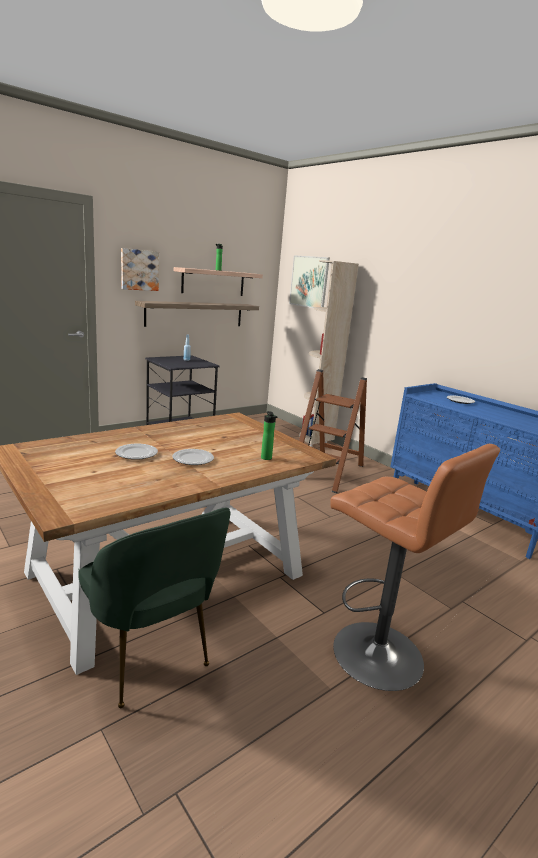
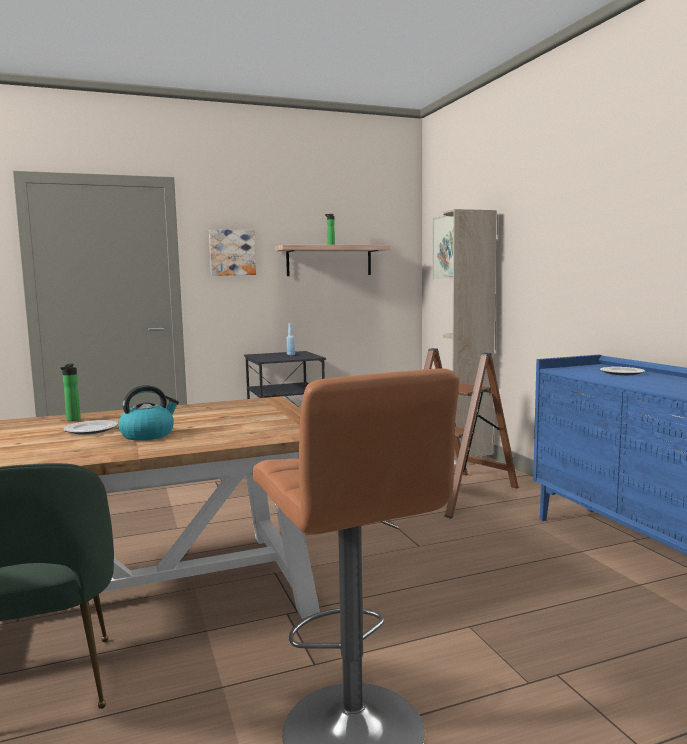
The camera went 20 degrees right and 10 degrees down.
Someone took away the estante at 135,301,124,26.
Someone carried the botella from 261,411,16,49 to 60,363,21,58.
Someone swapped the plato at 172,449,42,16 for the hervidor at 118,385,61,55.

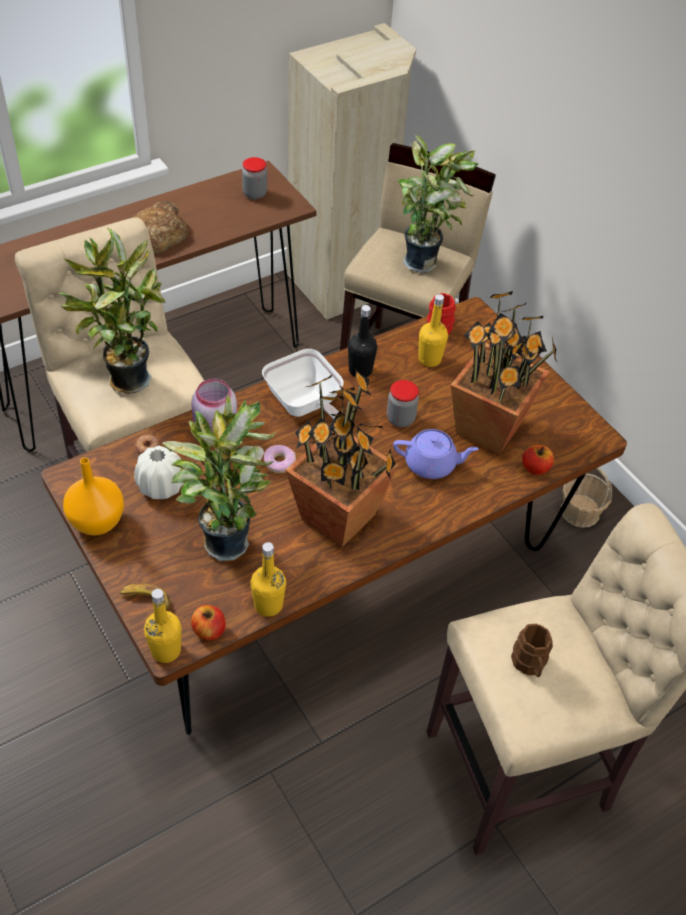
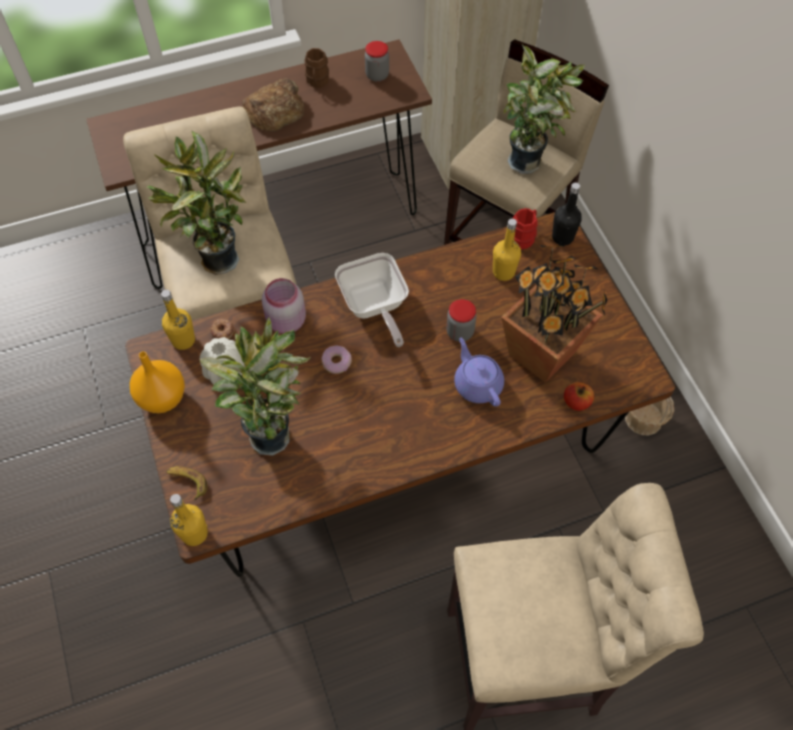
The camera went 15 degrees right and 10 degrees up.
Someone took away the manzana at 191,605,35,35.
Someone took away the planta en maceta at 285,368,113,179.
Someone carried the botella/amarillo from 250,542,36,75 to 161,290,34,60.
Someone carried the botella/negro from 348,305,29,72 to 552,182,30,63.
Someone carried the taza grande/marrón from 511,624,42,53 to 305,48,24,40.
Someone rotated the tetera/morado at 393,429,86,50 by 135 degrees counterclockwise.

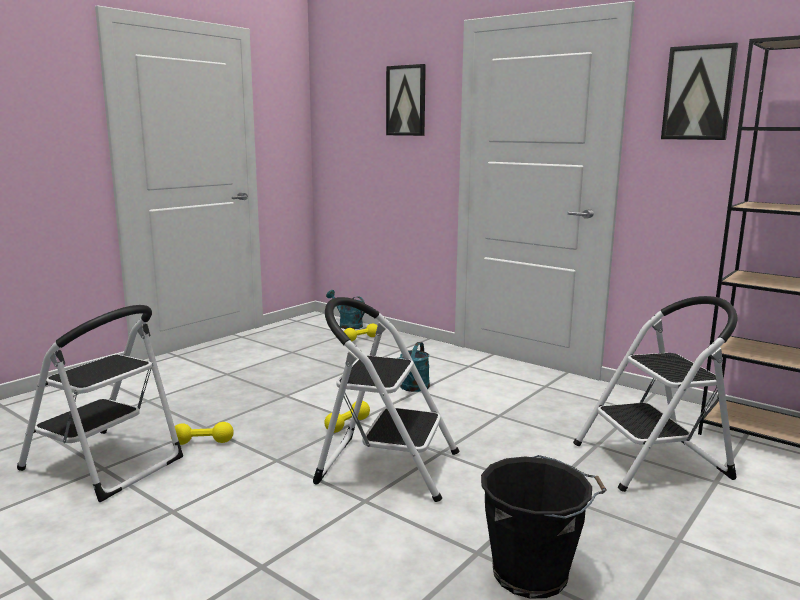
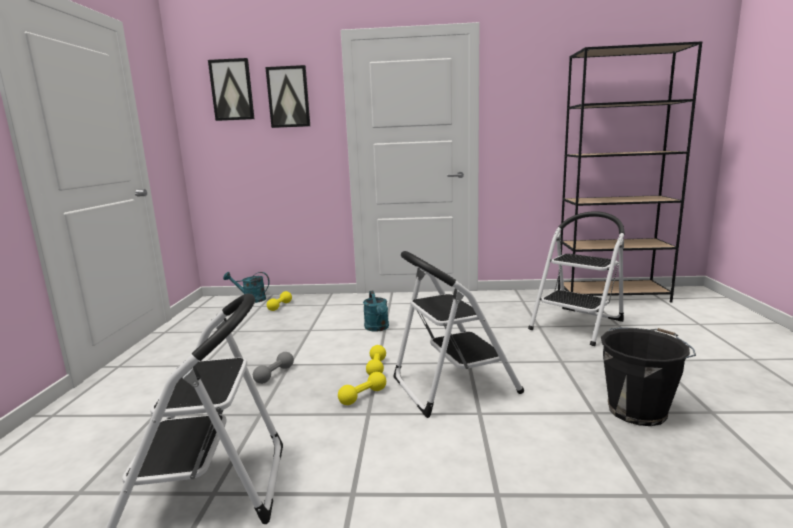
The camera went 35 degrees left and 0 degrees up.
Someone put down the mancuerna/gris at 253,352,41,32.
Someone carried the mancuerna/amarillo from 171,422,63,23 to 338,372,48,33.
Someone carried the cuadro from 661,43,77,97 to 208,58,46,63.

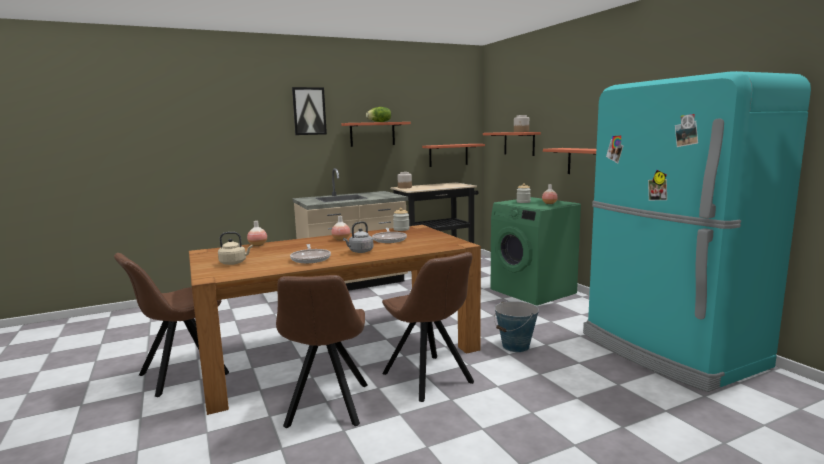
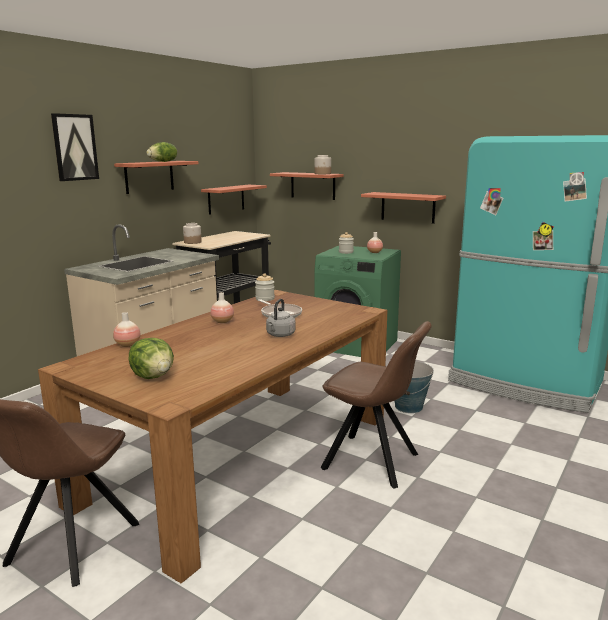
The camera went 30 degrees left and 5 degrees up.
Someone took away the silla/marrón at 276,275,92,153.
Someone took away the sartén at 290,244,41,19.
Someone swapped the hervidor/beis at 218,232,35,33 for the lechuga at 129,338,45,41.

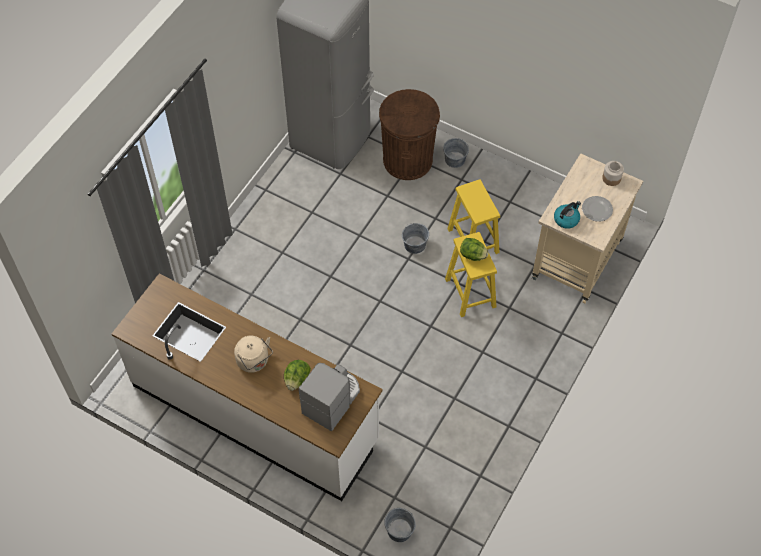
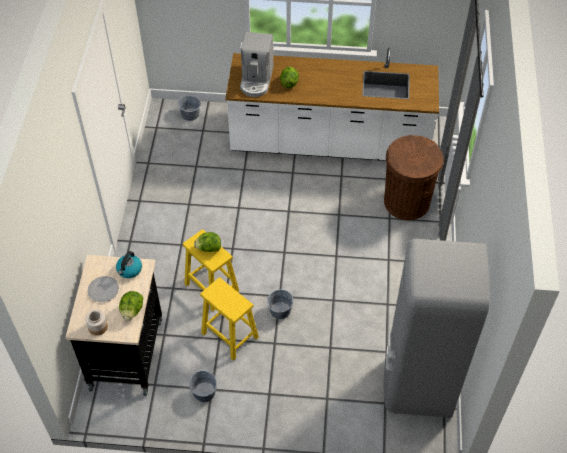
The camera went 155 degrees right and 5 degrees down.
Someone took away the hervidor/beis at 234,336,39,37.
Someone put down the lechuga at 119,291,24,30.
Someone carried the papelera/marrón from 379,89,61,91 to 384,135,60,85.
Someone carried the cubo/gris from 443,138,26,30 to 189,370,28,32.
Someone repainted the carrito/beis at 532,153,111,150, which became the carrito/negro at 65,255,98,141.

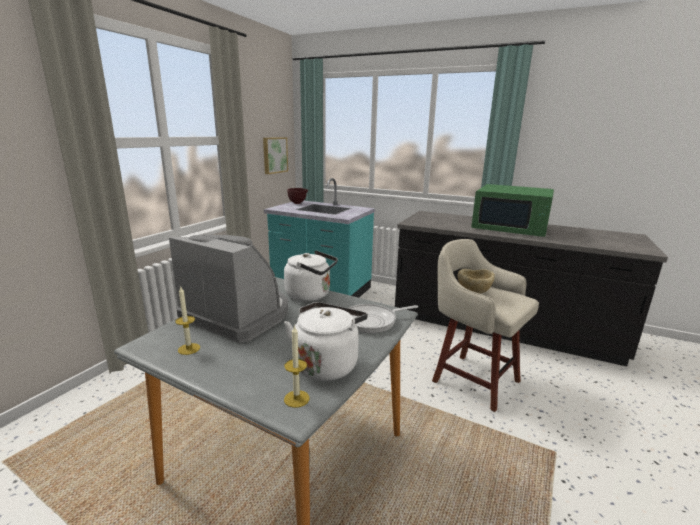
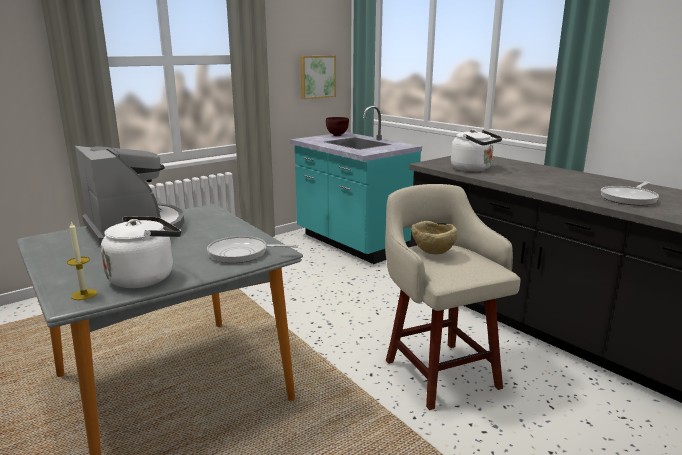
The camera went 25 degrees right and 0 degrees up.
Someone took away the vela at 175,287,25,68.
Someone took away the microondas/verde at 471,184,83,53.
Someone put down the sartén at 601,182,58,24.
Someone carried the hervidor/blanco from 284,250,54,51 to 451,129,51,43.

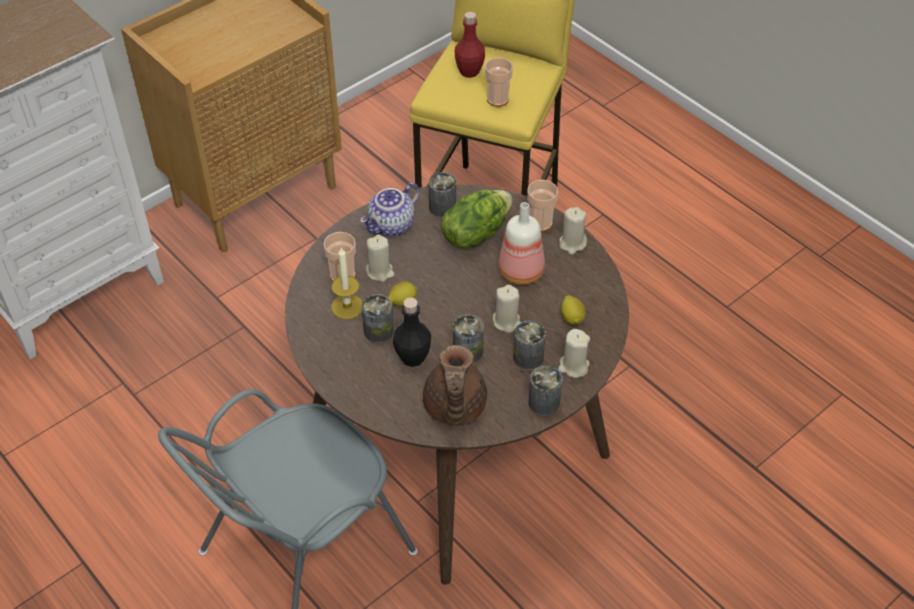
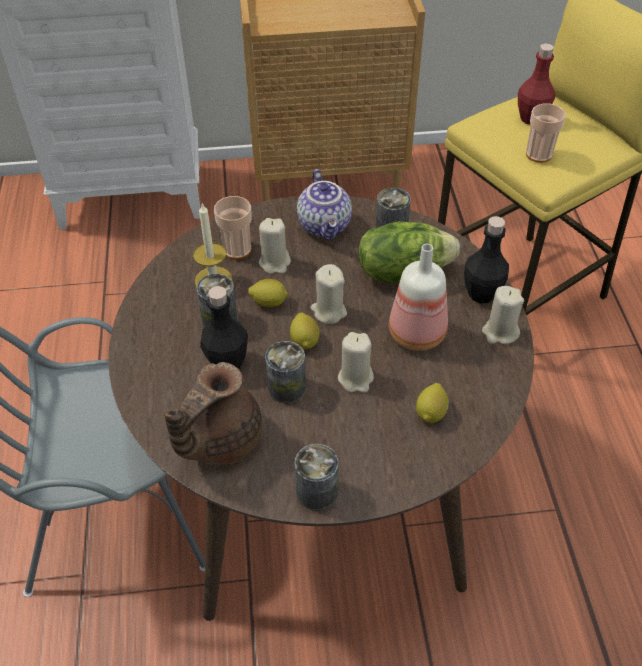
The camera went 35 degrees right and 0 degrees up.
Someone took away the lata at 513,321,33,49.
Someone put down the limón at 290,312,29,37.
Someone carried the vela/beis from 558,329,32,49 to 311,264,36,60.
Someone swapped the taza at 527,180,31,52 for the botella/negro at 464,216,45,88.
Someone rotated the tetera at 360,182,60,54 by 90 degrees counterclockwise.

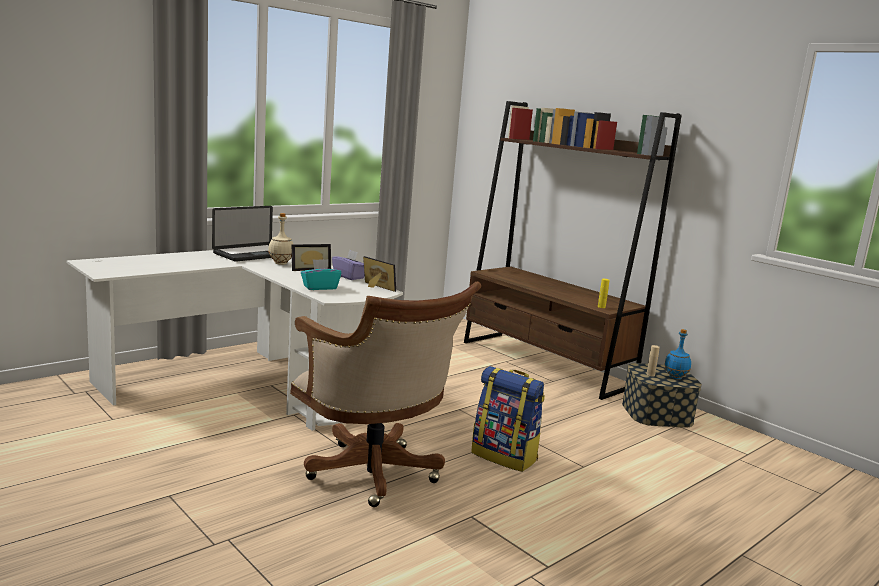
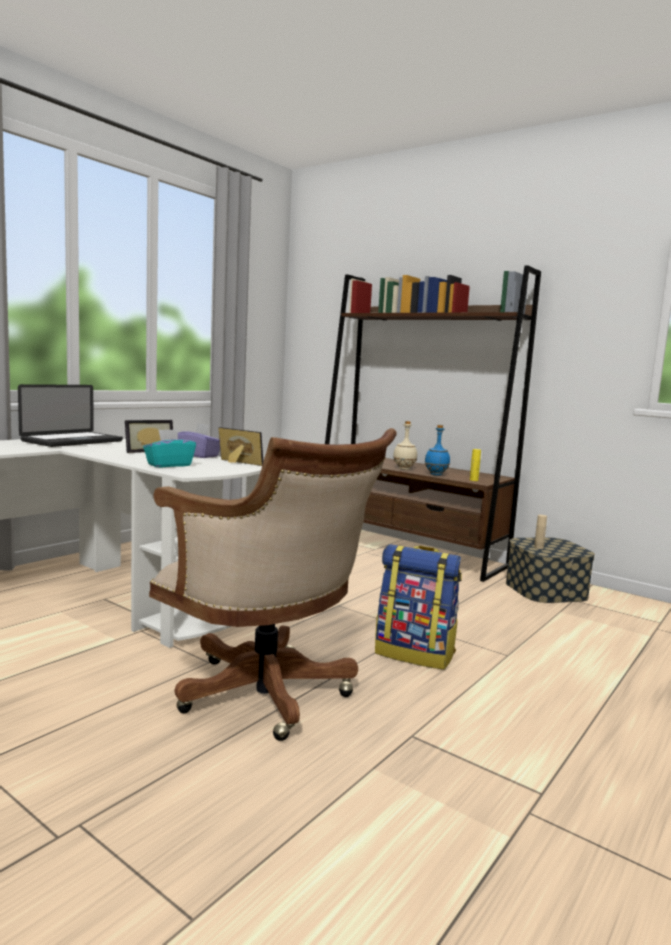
The camera went 10 degrees left and 5 degrees down.
Someone carried the botella/beis from 268,213,26,52 to 393,421,24,49.
Someone carried the botella/azul from 664,329,27,50 to 425,425,25,51.

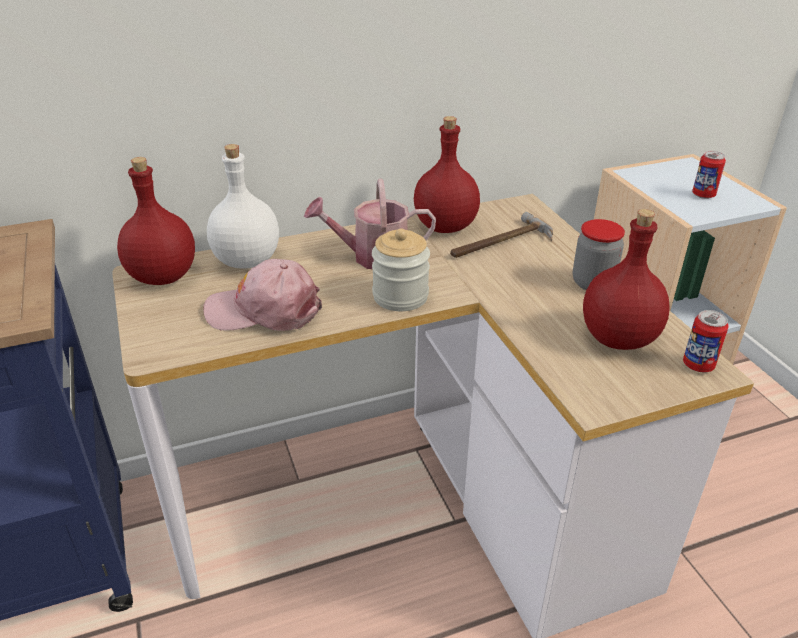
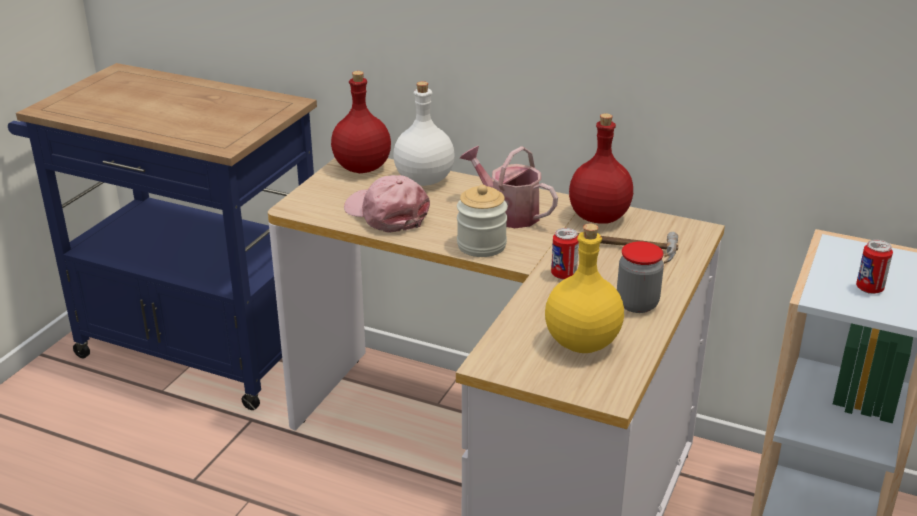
The camera went 45 degrees right and 5 degrees down.
Someone carried the lata from 683,310,46,62 to 551,228,28,51.
Someone repainted the botella/rojo at 583,209,87,141, which became the botella/amarillo at 545,224,79,129.

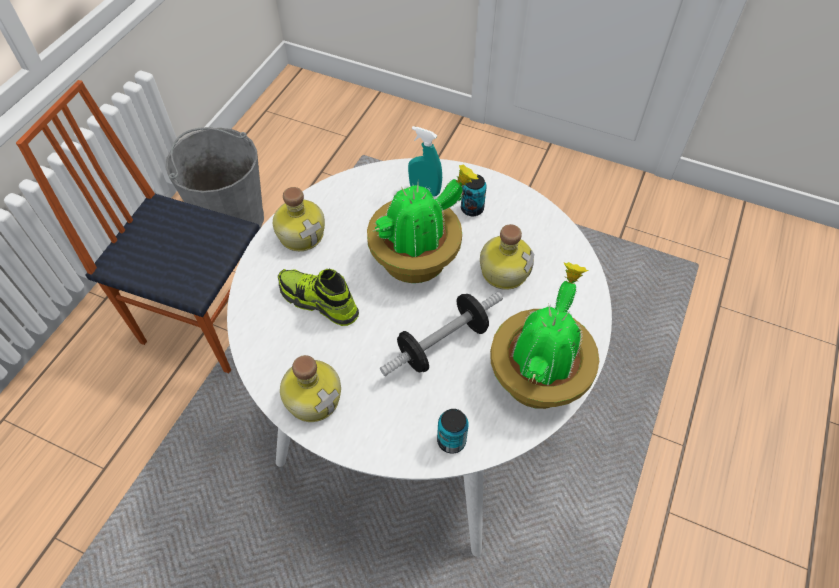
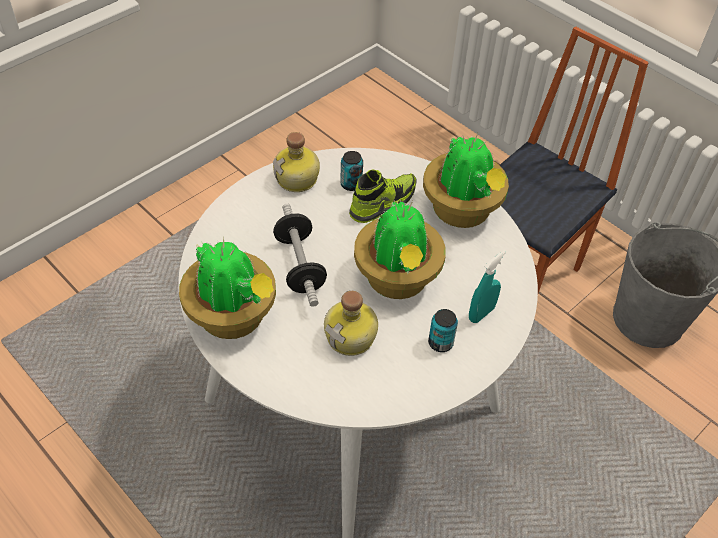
The camera went 110 degrees right and 5 degrees down.
Someone carried the lata from 437,409,32,45 to 340,151,23,40.
Someone swapped the botella at 273,187,52,64 for the planta en maceta at 423,133,86,95.

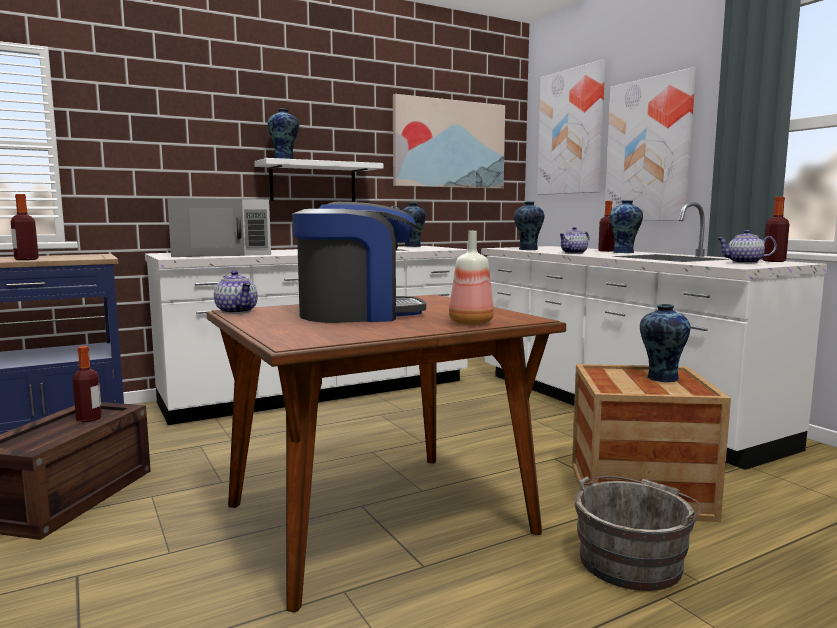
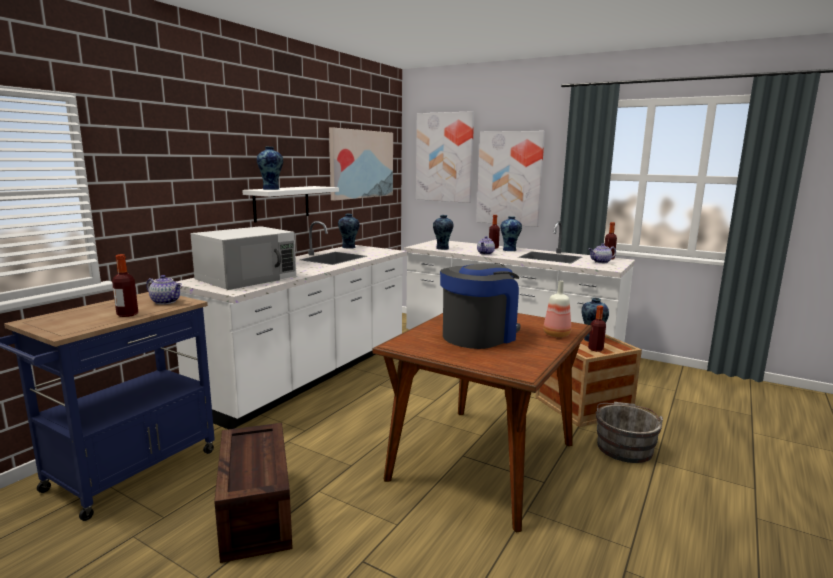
The camera went 30 degrees left and 5 degrees up.
Someone carried the botella from 73,346,29,76 to 588,305,18,47.
Someone carried the tetera from 214,270,44,44 to 146,275,36,30.

